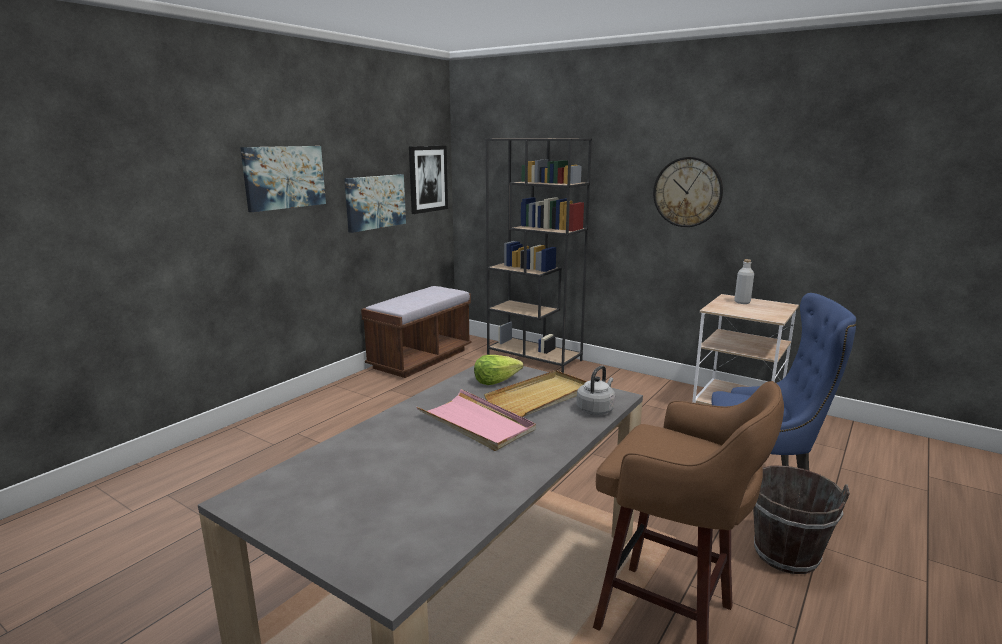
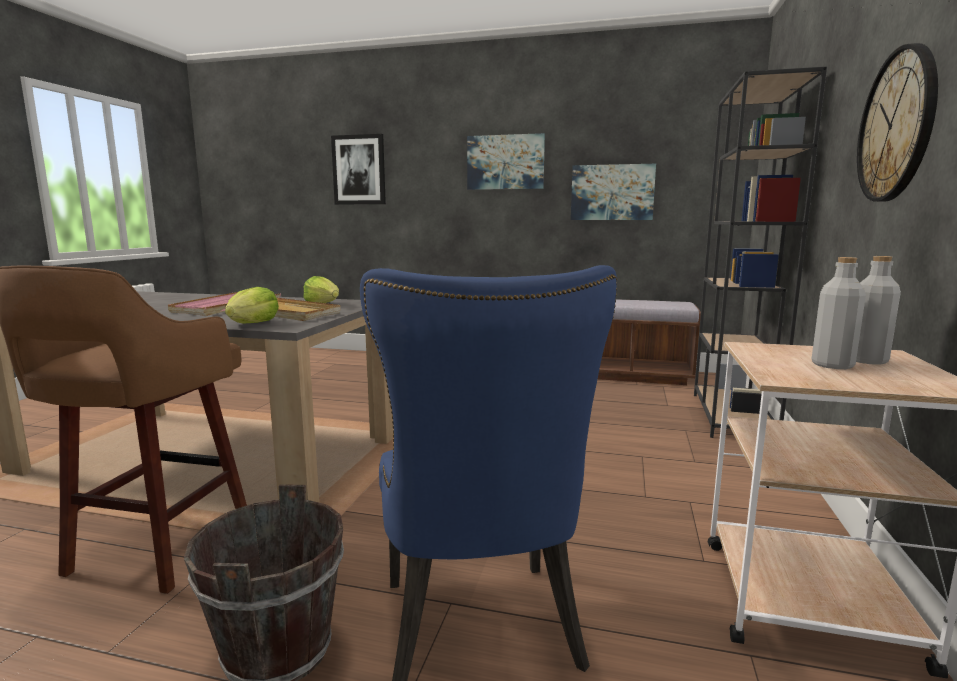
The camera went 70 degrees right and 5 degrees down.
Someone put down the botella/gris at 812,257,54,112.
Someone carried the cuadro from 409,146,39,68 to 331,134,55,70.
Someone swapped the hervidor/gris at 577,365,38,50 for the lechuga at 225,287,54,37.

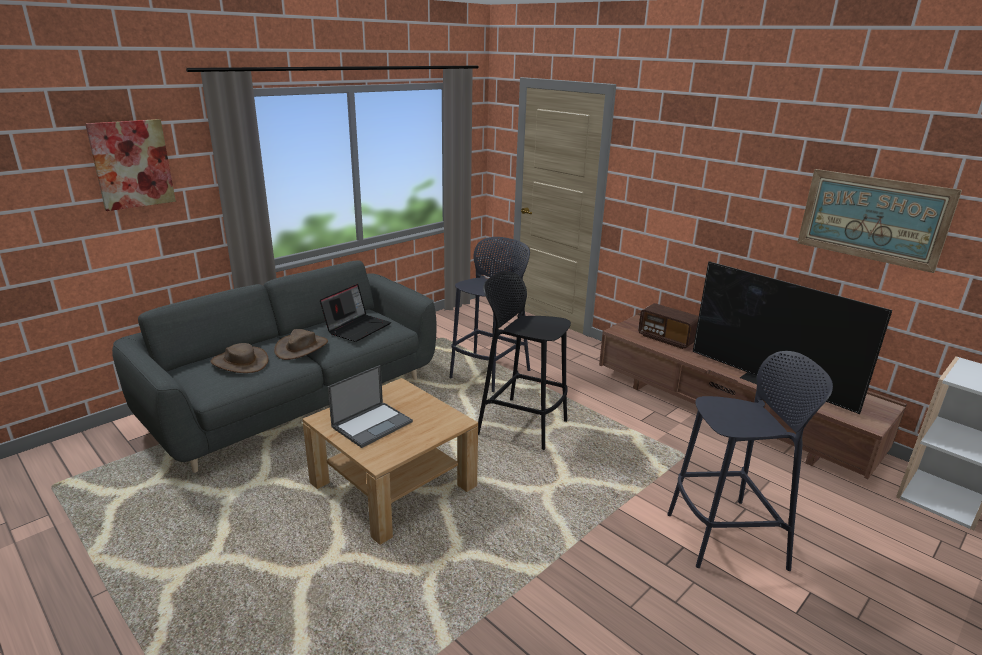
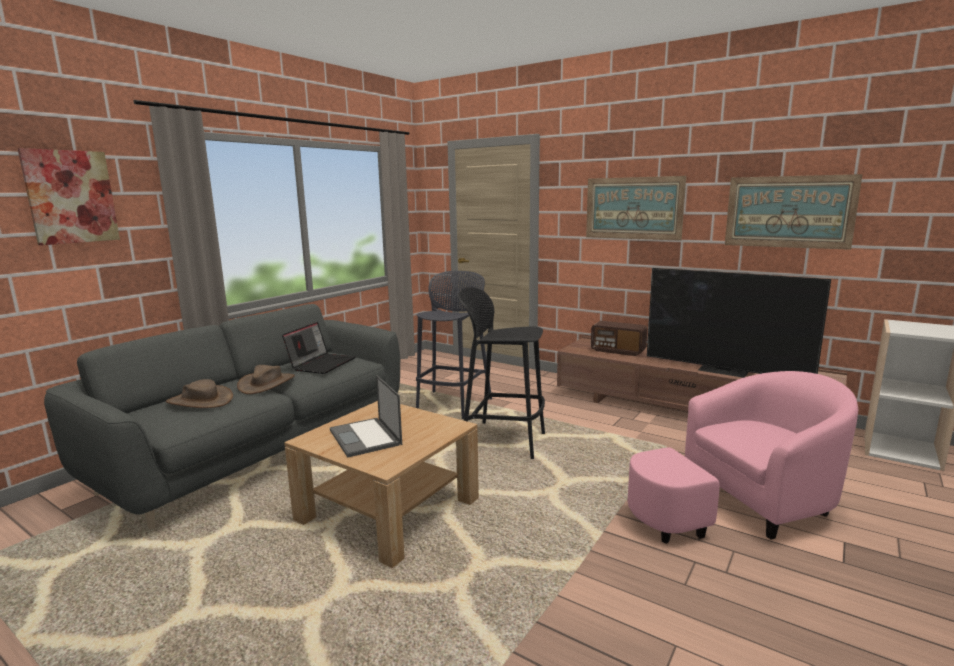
The camera went 10 degrees left and 10 degrees down.
Someone put up the cuadro at 586,176,100,65.
Someone swapped the taburete/gris at 667,351,166,220 for the sillón/rosa at 628,371,231,173.
Someone rotated the portátil at 328,365,85,83 by 120 degrees clockwise.

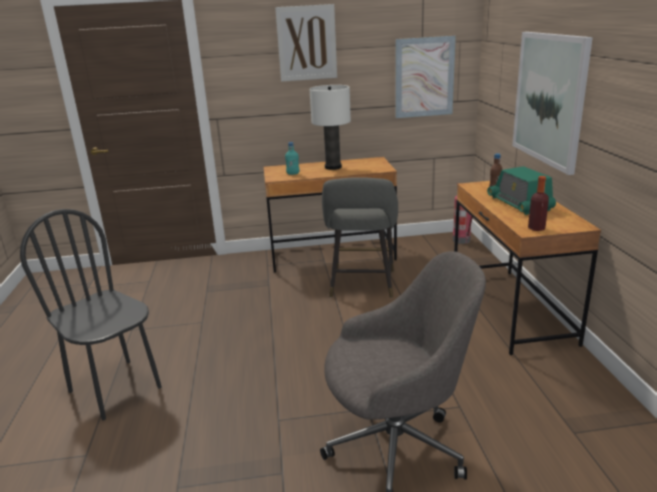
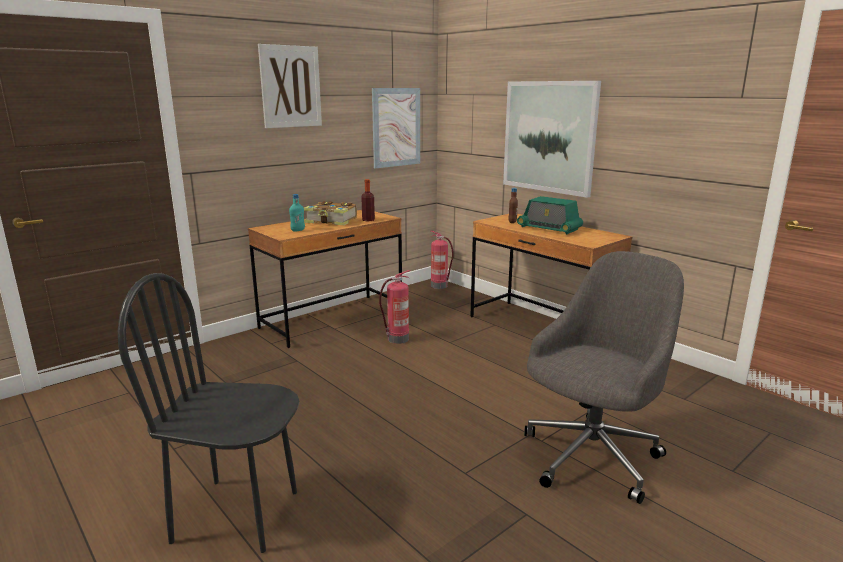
The camera went 35 degrees left and 5 degrees down.
Someone carried the botella from 528,176,21,55 to 361,179,14,42.
Someone swapped the lámpara de mesa/blanco at 310,85,41,85 for the libro at 304,201,53,24.
Someone swapped the taburete/gris at 322,177,76,121 for the extintor at 379,270,31,74.

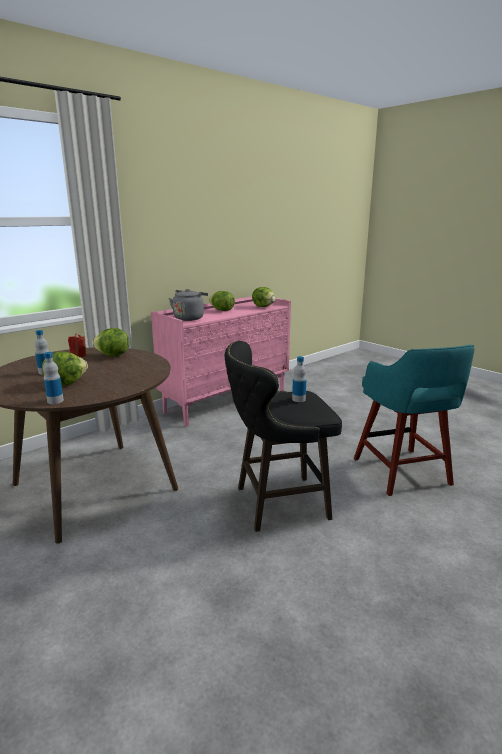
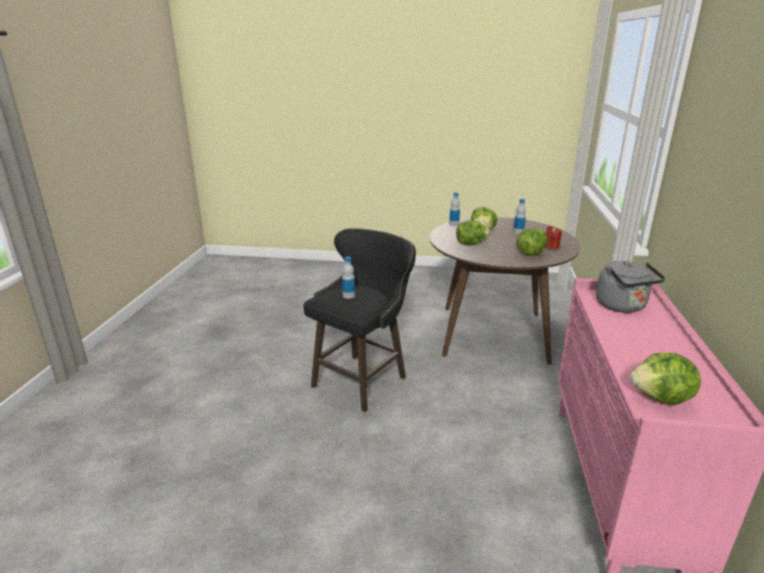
The camera went 140 degrees right and 5 degrees up.
Someone took away the taburete/turquesa at 354,345,120,151.
Someone carried the lechuga from 209,291,26,20 to 456,220,34,25.

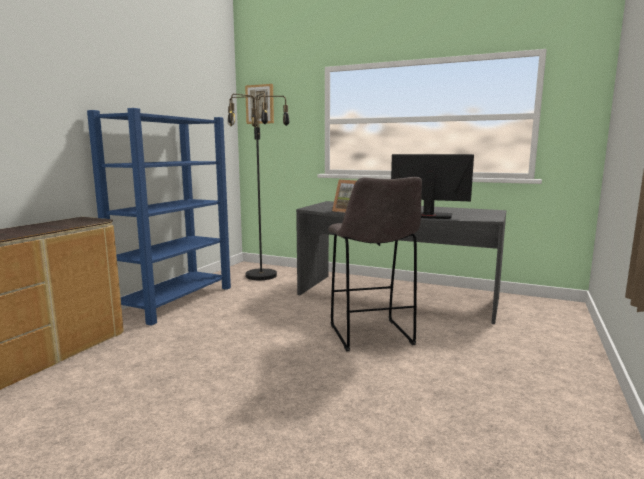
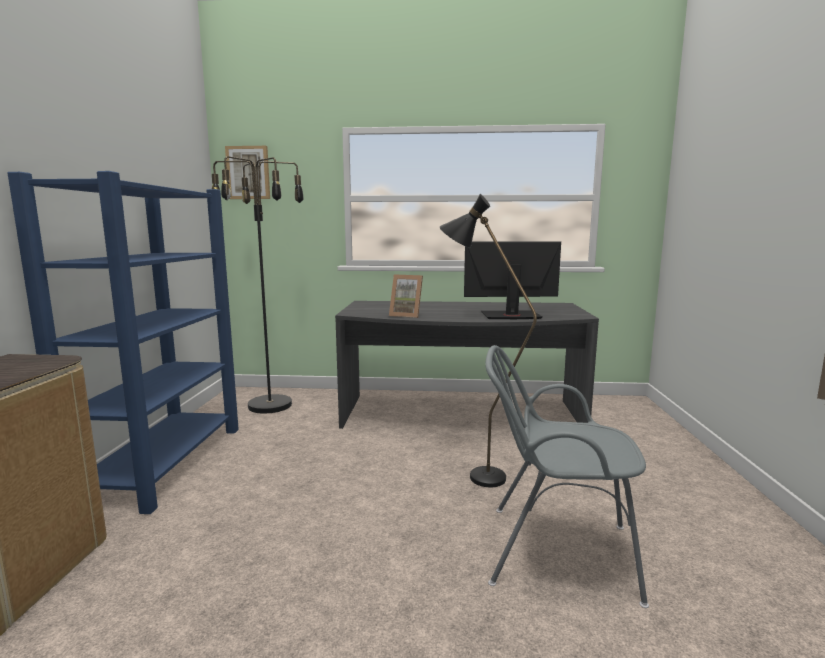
The camera went 20 degrees left and 0 degrees up.
Someone put down the silla/gris at 485,345,164,263.
Someone swapped the taburete/gris at 328,177,94,175 for the lámpara de pie/negro at 440,194,97,293.

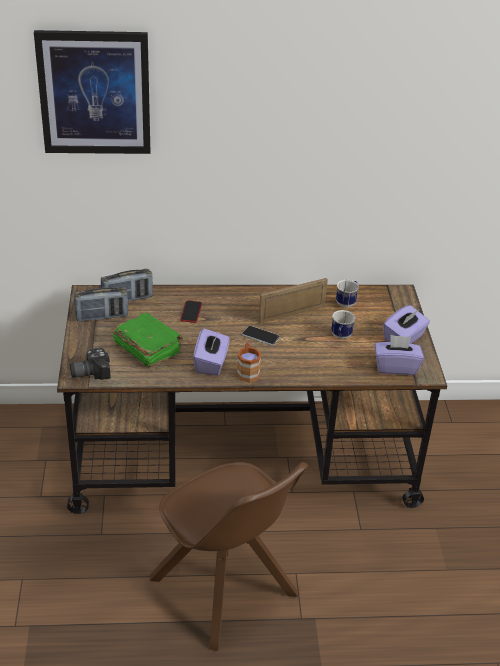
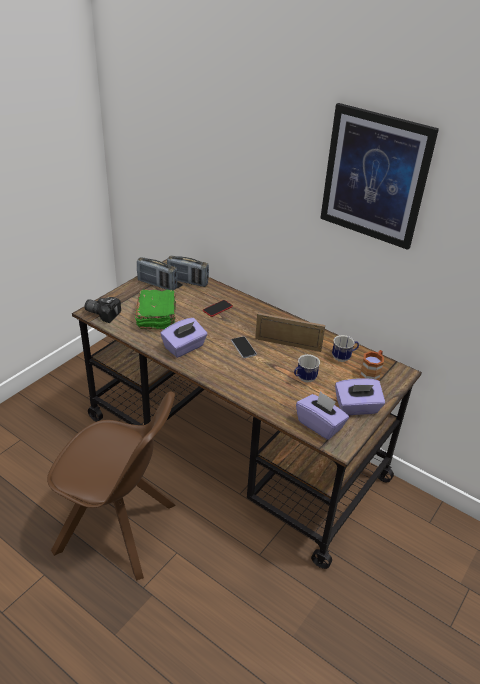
The camera went 40 degrees right and 0 degrees up.
Someone carried the cuadro from 34,30,116,124 to 320,103,119,147.
Someone carried the taza grande/marrón from 237,343,24,40 to 360,350,24,30.
Someone rotated the silla/marrón at 150,462,158,189 by 75 degrees counterclockwise.

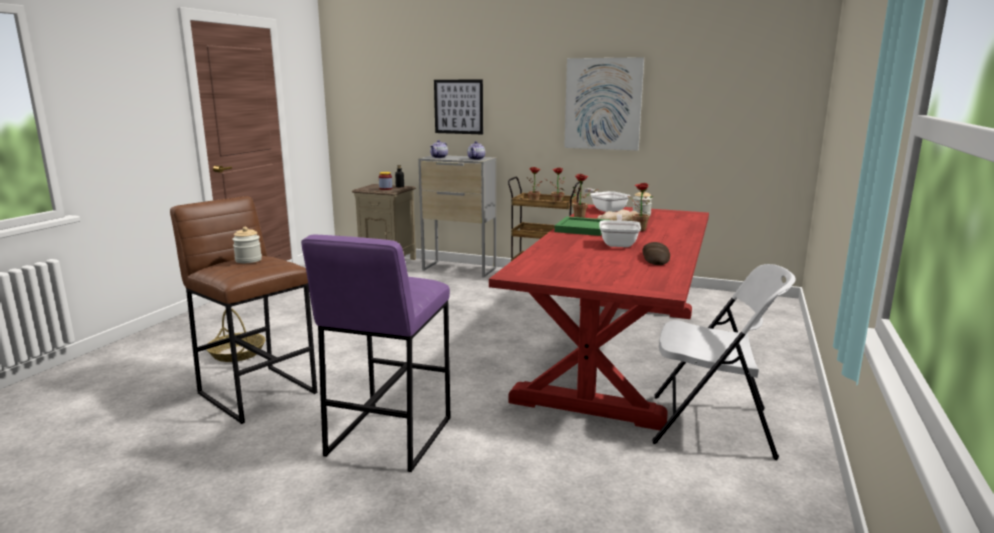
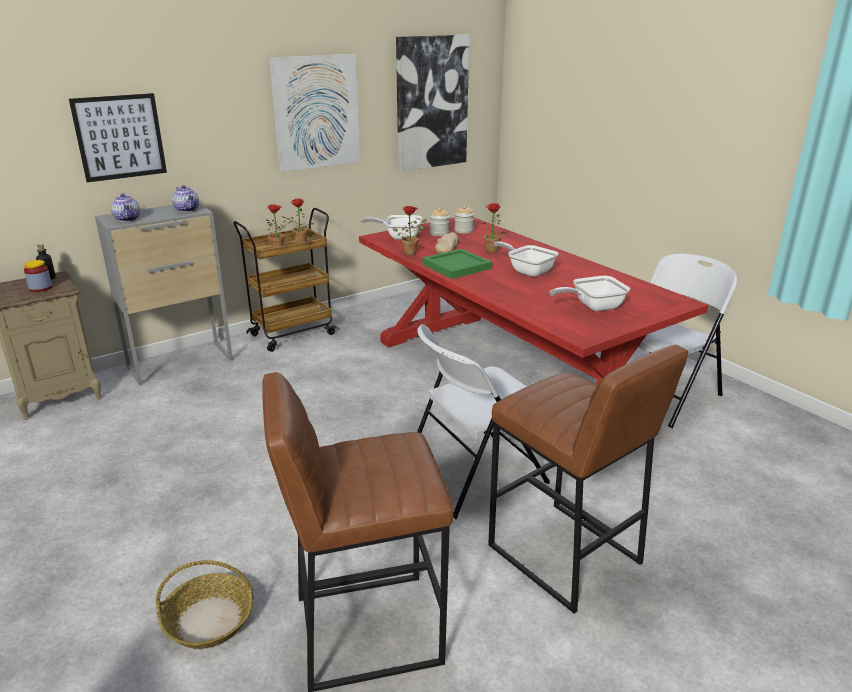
The camera went 55 degrees left and 10 degrees up.
Someone took away the pan at 642,242,28,23.
Someone put up the cuadro at 396,35,73,137.
Someone put down the silla/blanco at 417,324,133,195.
Someone put down the sartén at 549,276,81,35.
Someone carried the tarro from 232,227,30,36 to 454,205,20,29.
Someone repainted the taburete/morado at 301,235,149,237, which became the taburete/marrón at 488,345,200,269.

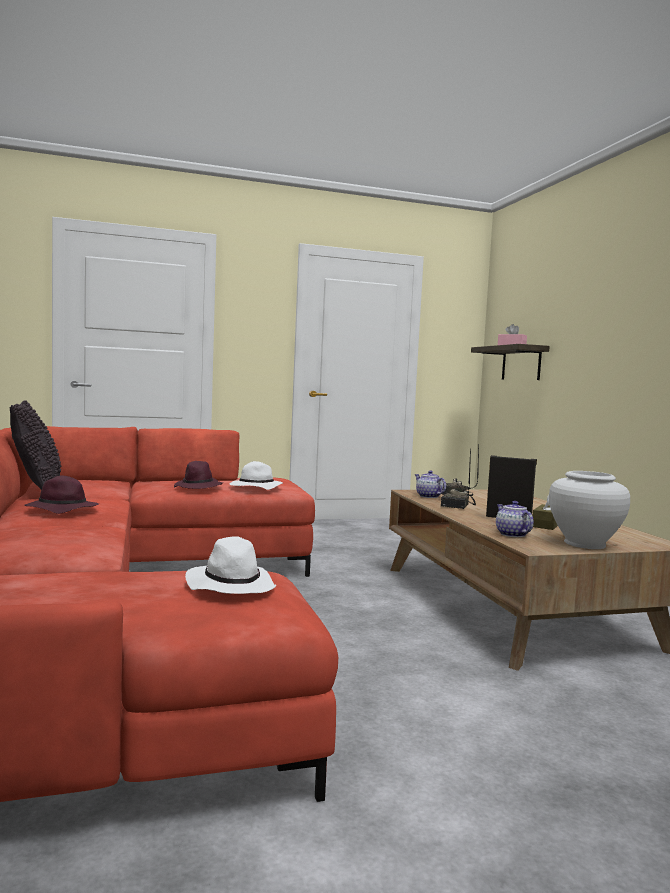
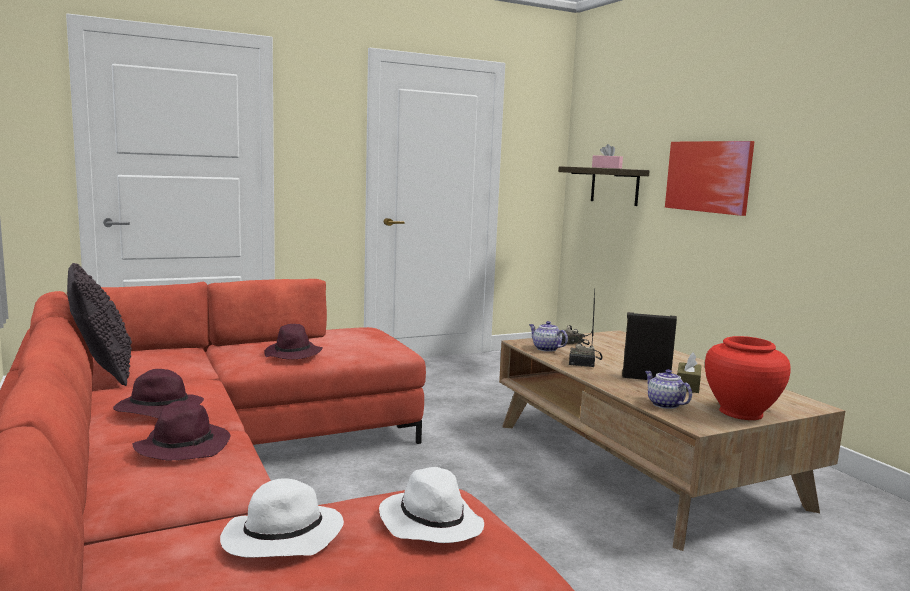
The camera went 10 degrees left and 5 degrees up.
Someone put down the sombrero/morado at 132,401,99,59.
Someone put up the cuadro at 665,141,89,75.
Someone carried the sombrero/blanco from 229,461,54,29 to 220,478,124,80.
Someone repainted the florero/blanco at 549,471,81,78, which became the florero/rojo at 705,336,86,84.

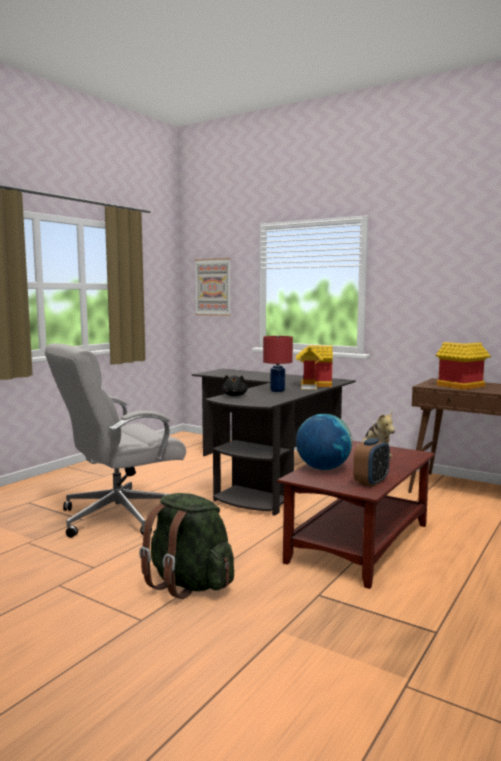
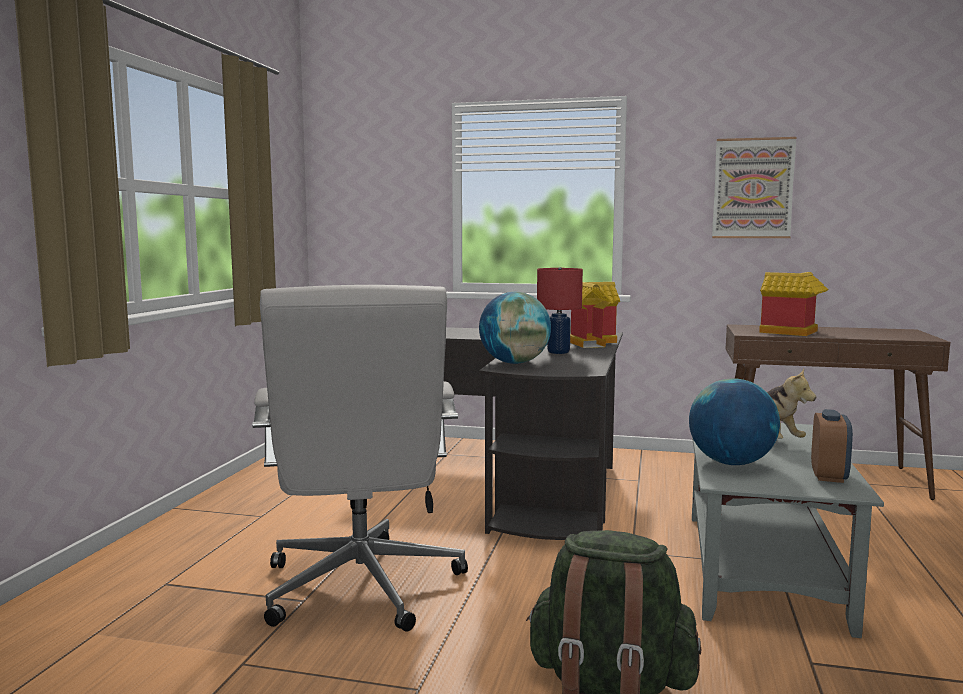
The camera went 20 degrees left and 0 degrees up.
Someone carried the cuadro from 195,258,36,58 to 712,137,85,101.
Someone swapped the peluche/negro at 222,375,26,21 for the globo terráqueo at 479,292,72,72.
Someone repainted the mesa de centro/marrón at 277,441,158,148, which became the mesa de centro/gris at 692,423,192,215.
Someone rotated the silla de oficina/gris at 45,343,141,195 by 45 degrees counterclockwise.

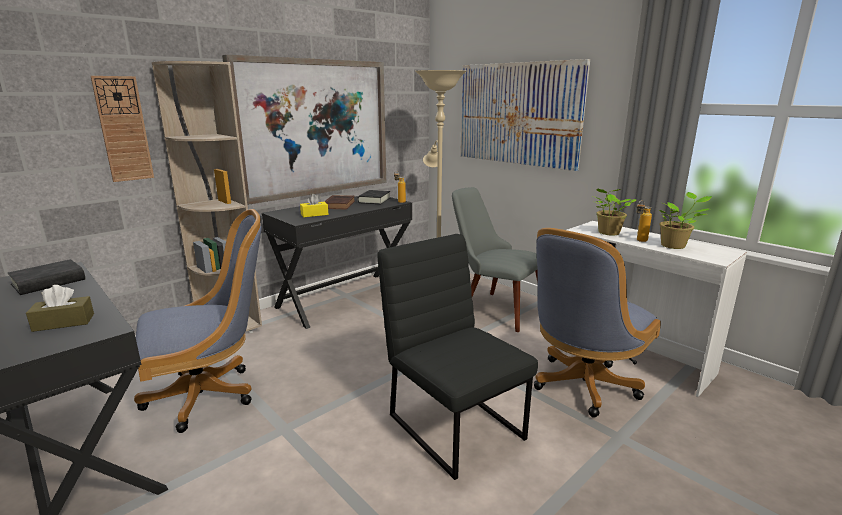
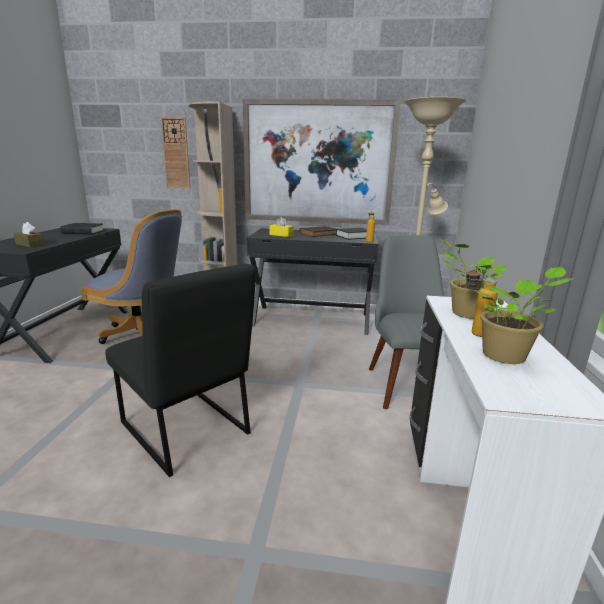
The camera went 50 degrees right and 0 degrees up.
Someone took away the cuadro at 460,59,130,112.
Someone took away the silla de oficina/azul at 534,228,127,189.
Someone rotated the silla/negro at 378,234,160,246 by 120 degrees clockwise.

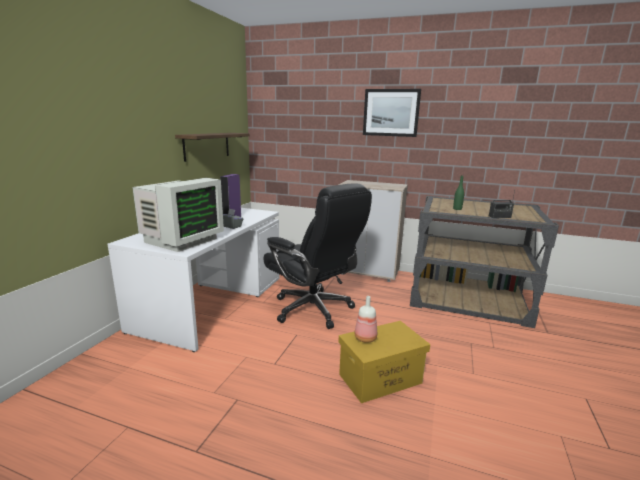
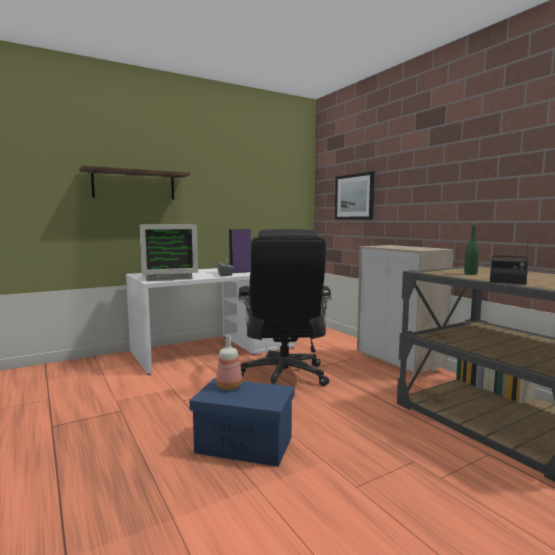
The camera went 40 degrees right and 10 degrees down.
Someone carried the estante from 175,133,75,29 to 79,166,111,34.
Someone carried the cuadro from 363,89,58,48 to 335,171,40,49.
Someone repainted the caja de almacenaje/amarillo at 338,321,92,82, which became the caja de almacenaje/azul at 189,378,105,89.

